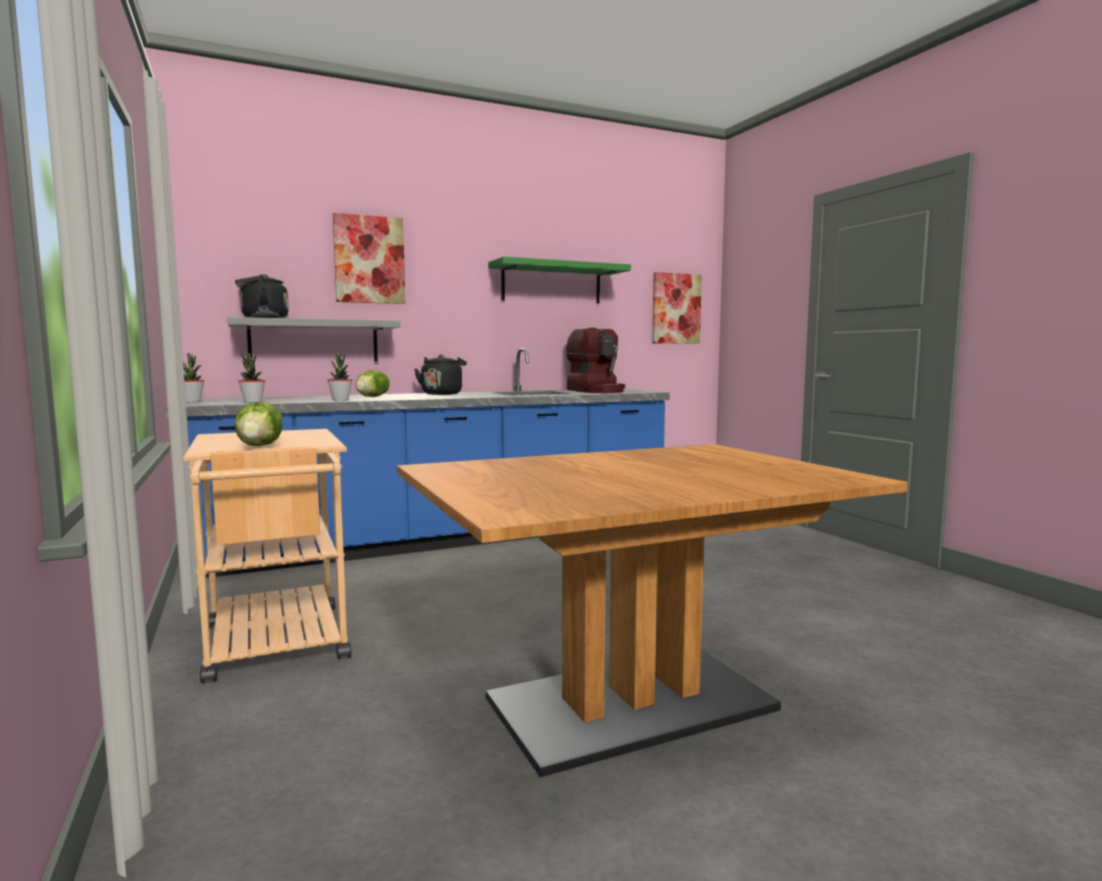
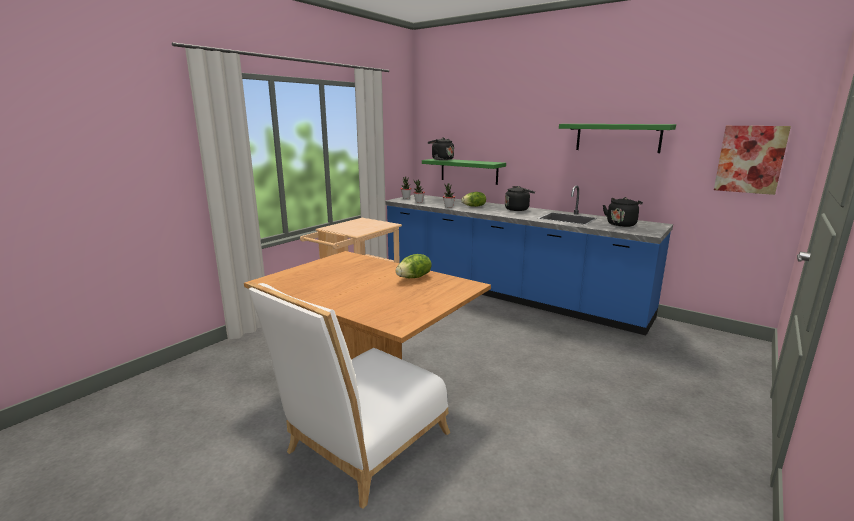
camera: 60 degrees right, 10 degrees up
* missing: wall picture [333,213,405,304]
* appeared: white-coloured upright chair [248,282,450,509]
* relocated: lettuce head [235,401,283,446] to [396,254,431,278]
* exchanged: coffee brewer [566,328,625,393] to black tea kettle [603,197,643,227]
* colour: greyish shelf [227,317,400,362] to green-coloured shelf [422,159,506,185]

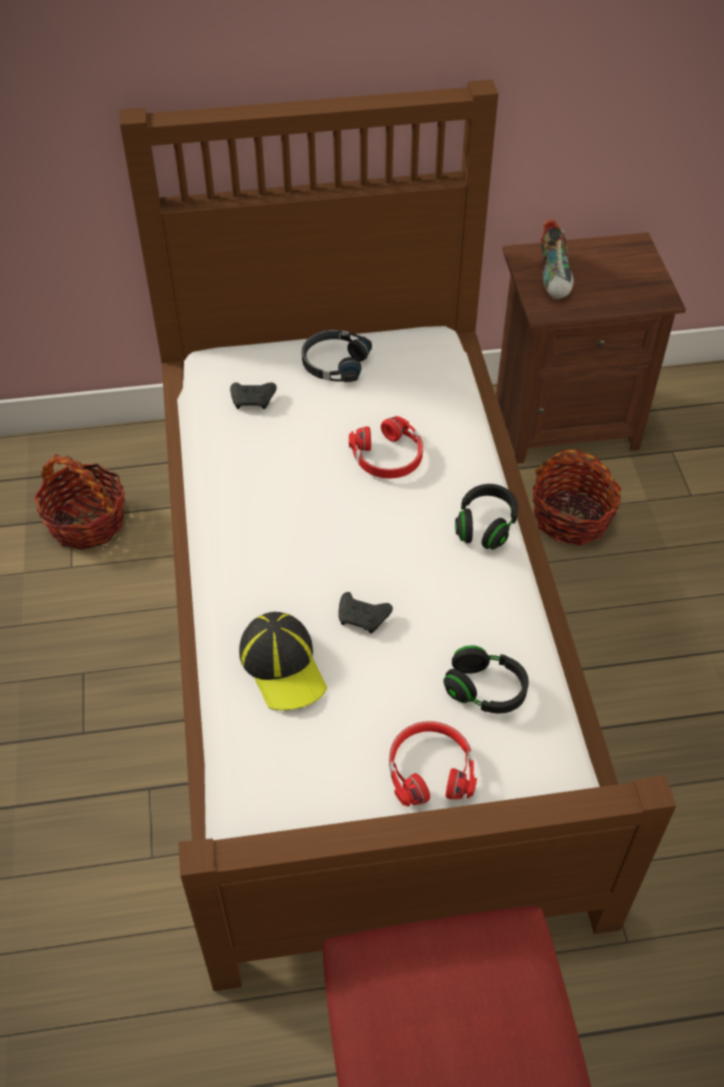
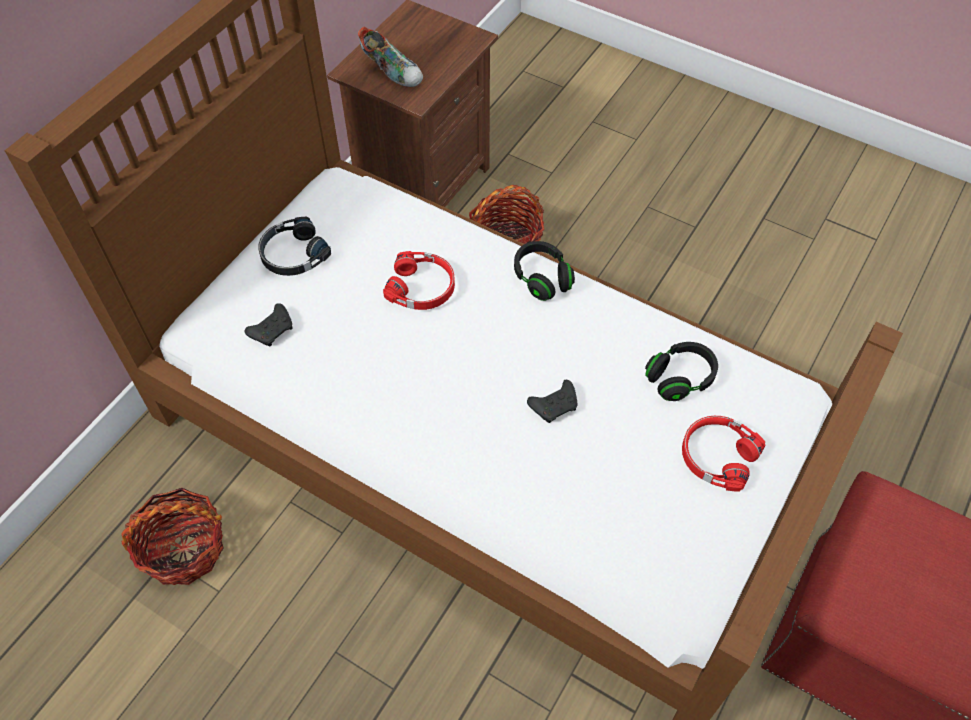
camera: 50 degrees left, 5 degrees up
* missing: peaked cap [239,612,327,711]

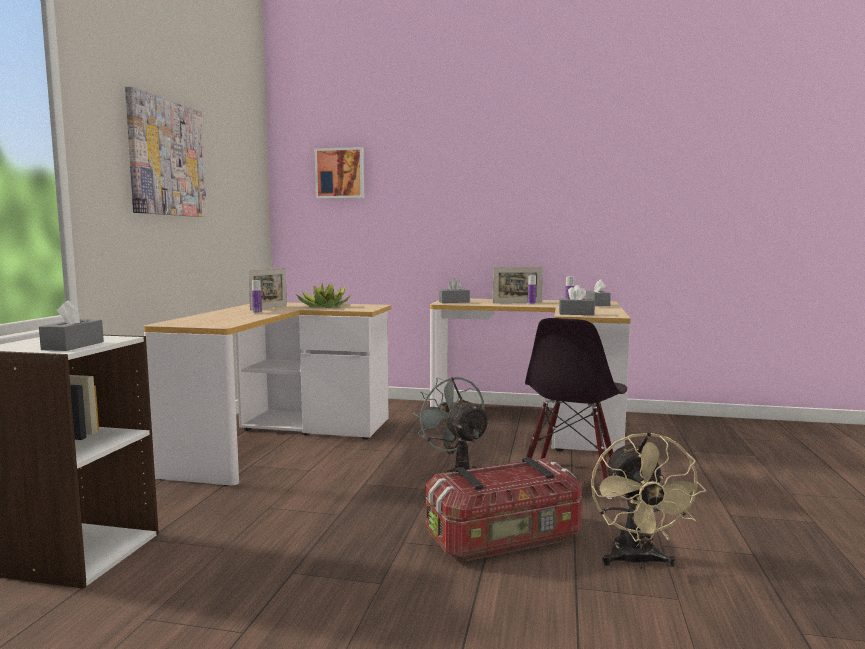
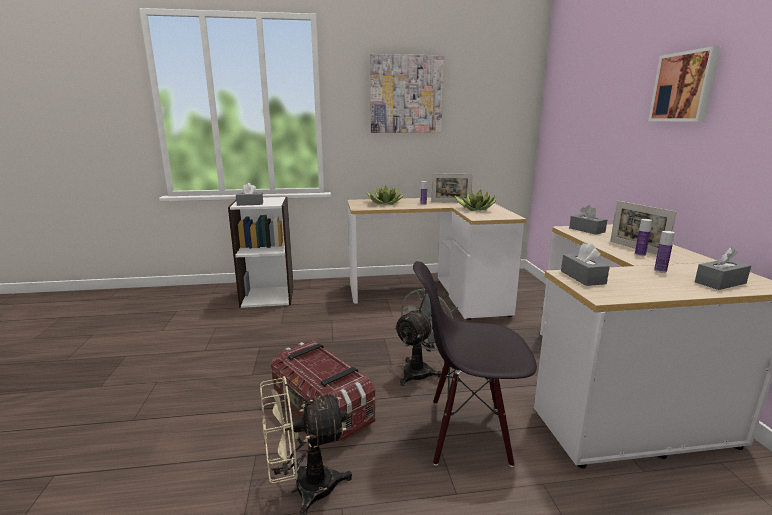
camera: 70 degrees right, 10 degrees up
* appeared: potted plant [366,184,405,205]
* relocated: wall picture [315,147,364,199] to [648,46,721,122]

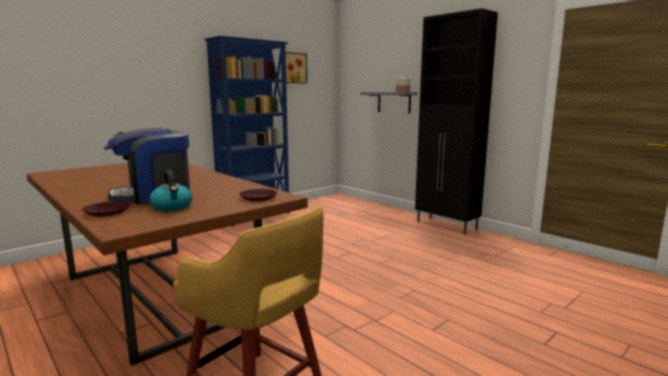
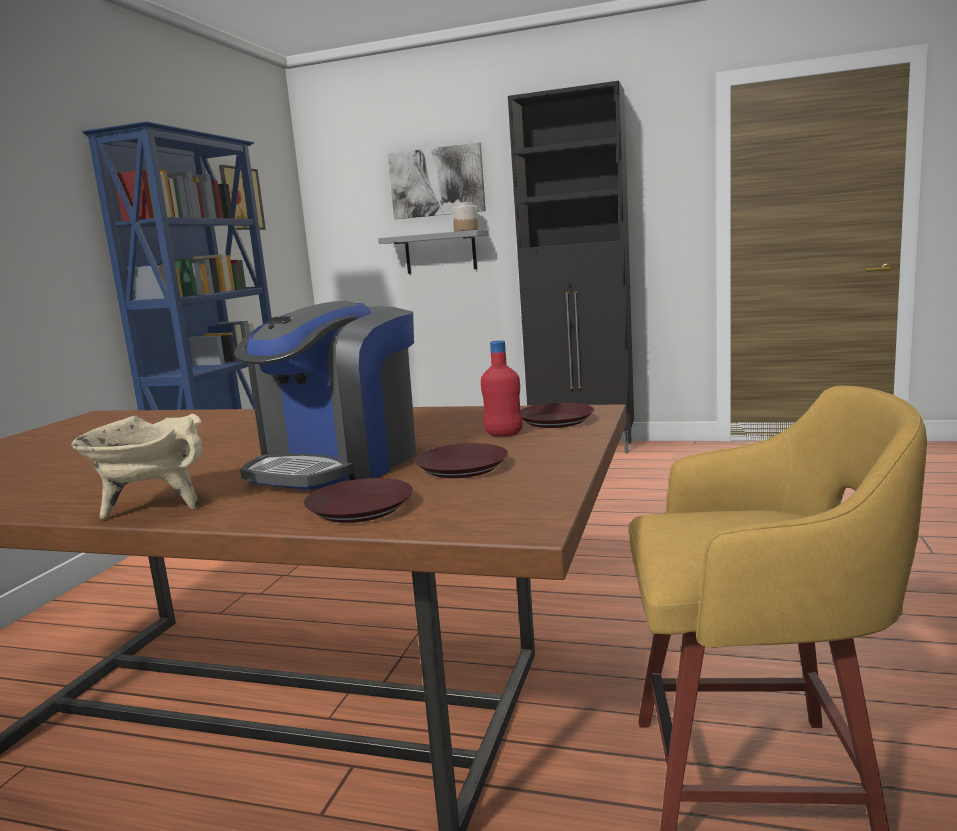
camera: 30 degrees left, 0 degrees up
* appeared: sand-coloured saucepot [72,414,203,519]
* appeared: wall picture [388,142,486,219]
* appeared: red beverage bottle [481,340,523,436]
* exchanged: tea kettle [149,169,192,211] to brown-coloured plate [414,443,508,478]

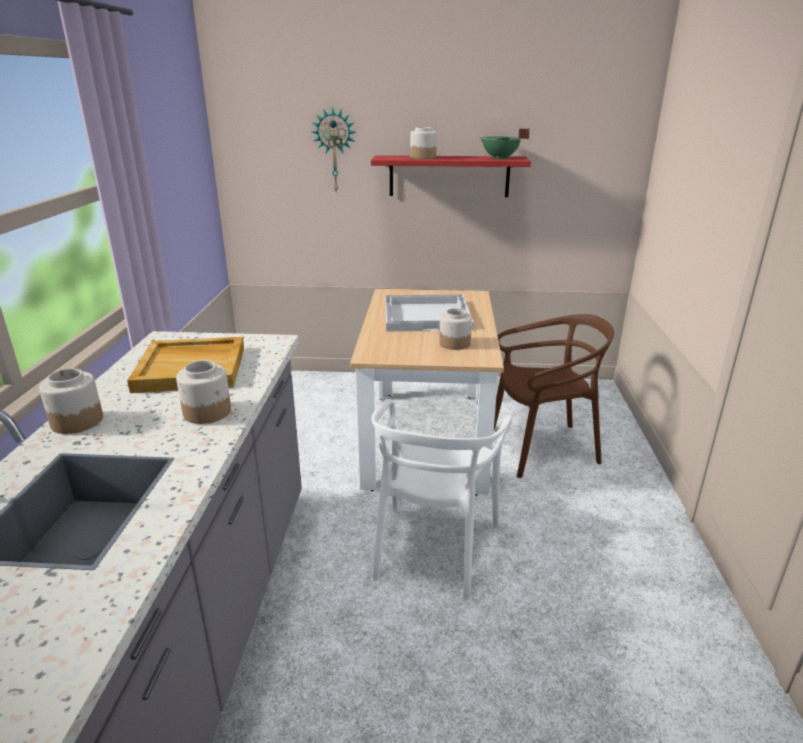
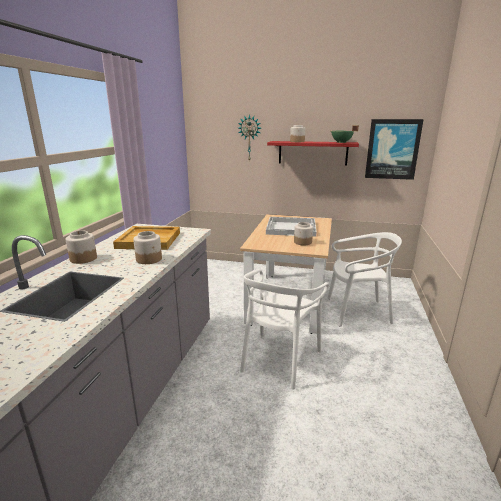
camera: 10 degrees right, 5 degrees down
* appeared: wall picture [365,119,424,180]
* colour: brown-coloured upright chair [494,314,614,478] to white-coloured upright chair [327,232,402,327]

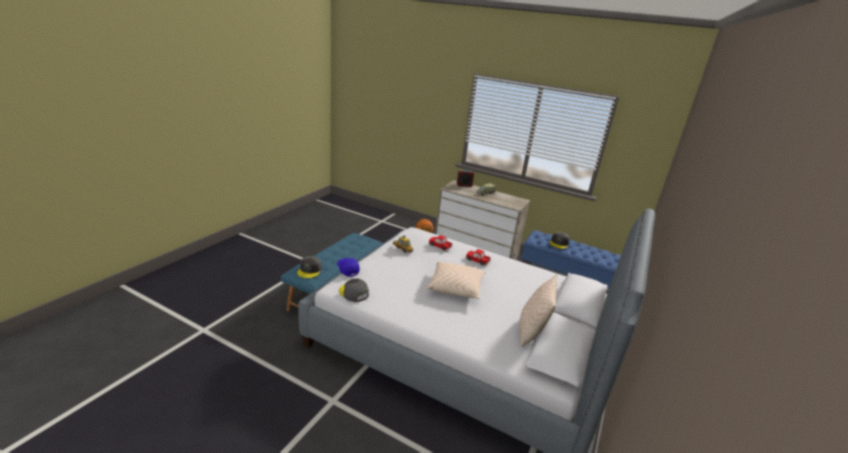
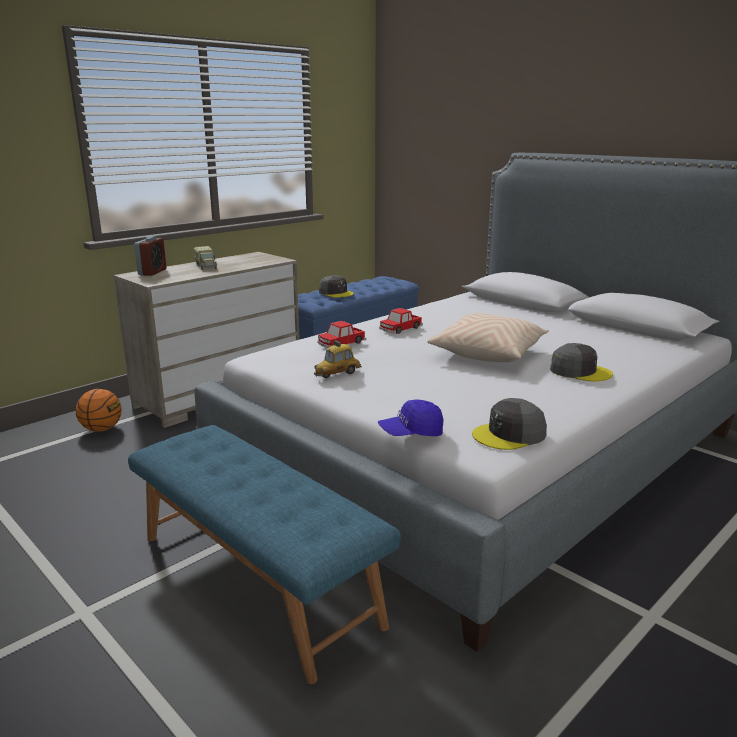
camera: 70 degrees left, 5 degrees down
* missing: sand-coloured pillow [520,274,557,347]
* relocated: greyish peaked cap [297,256,322,278] to [550,343,613,381]

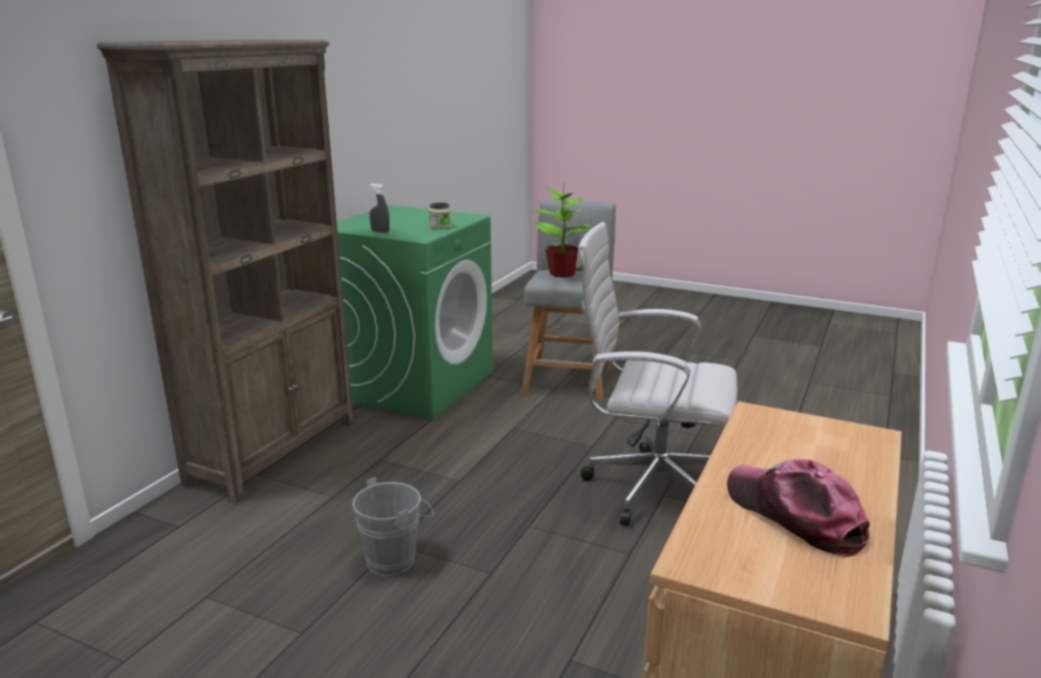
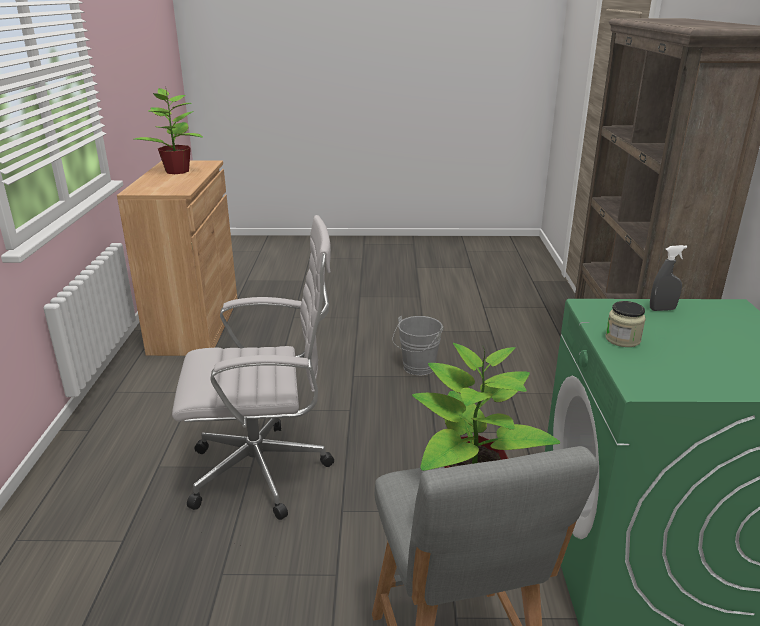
camera: 155 degrees right, 5 degrees up
* exchanged: peaked cap [727,459,870,557] to potted plant [135,86,203,174]

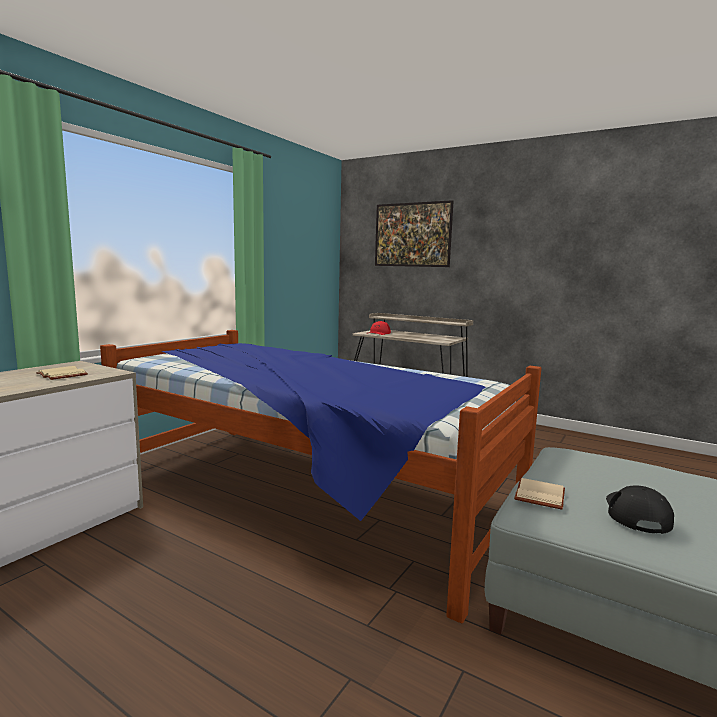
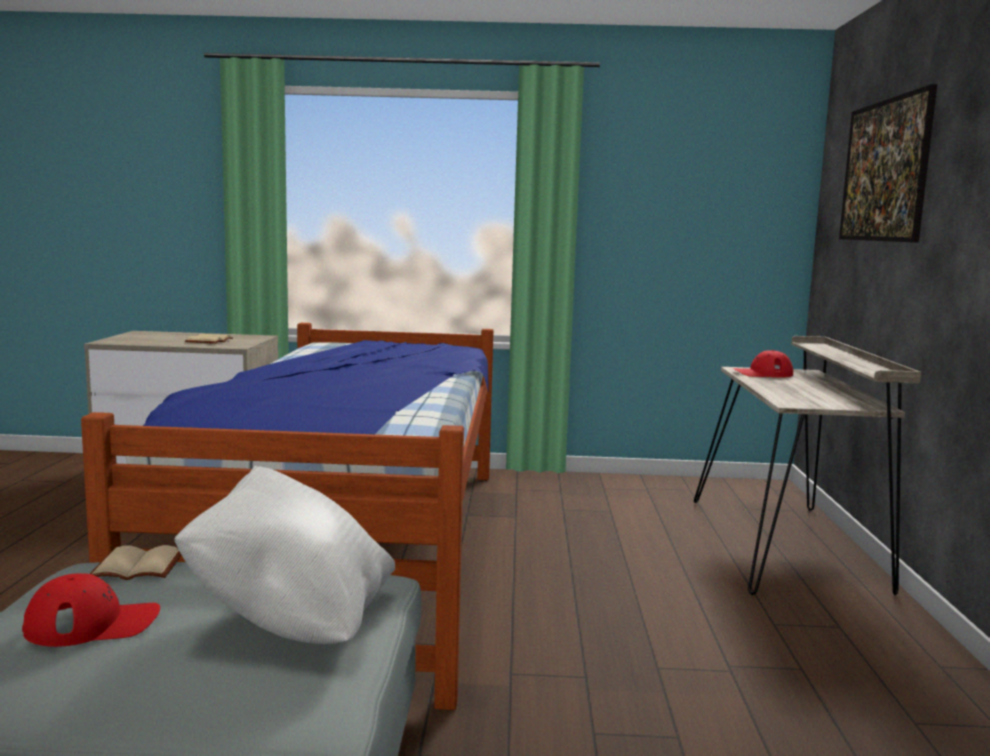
camera: 60 degrees right, 0 degrees up
* appeared: white-coloured pillow [174,466,395,644]
* colour: black peaked cap [606,486,674,534] to red peaked cap [22,573,160,647]

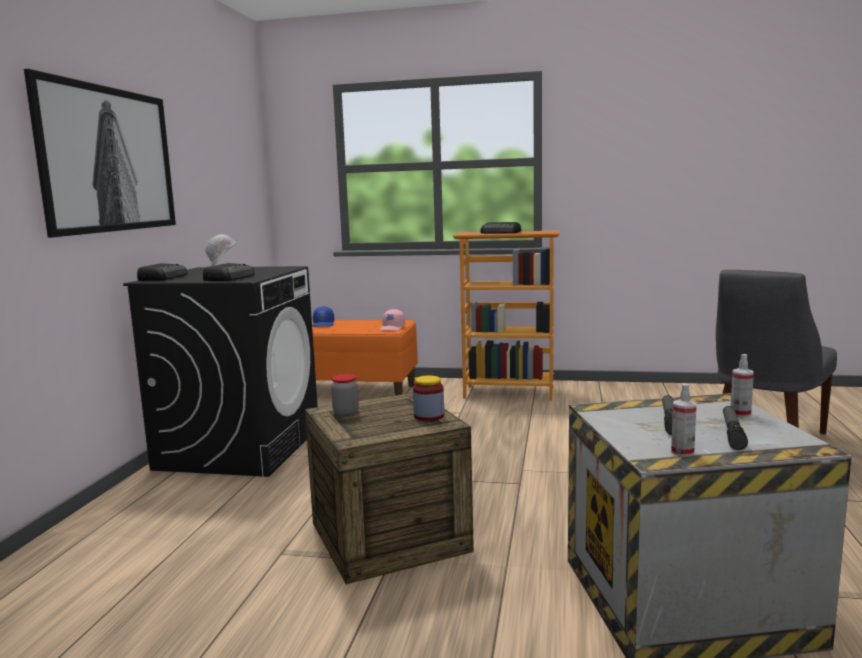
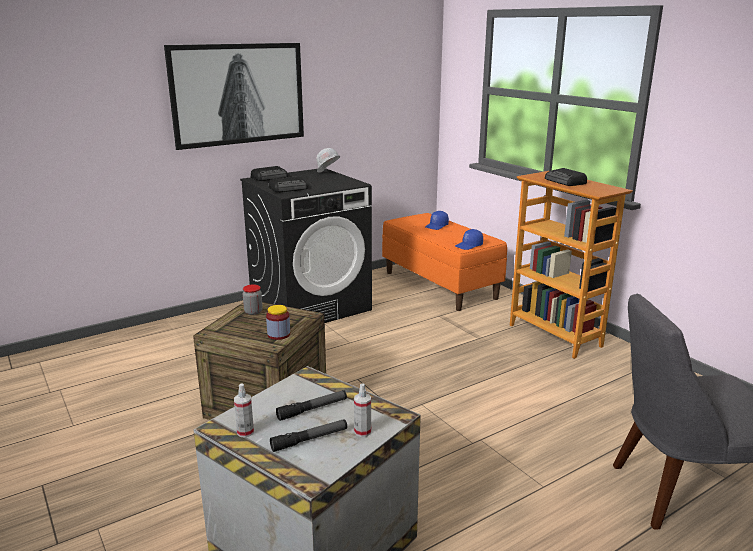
camera: 45 degrees right, 10 degrees up
* colour: pink peaked cap [380,309,405,331] to blue peaked cap [455,229,483,250]

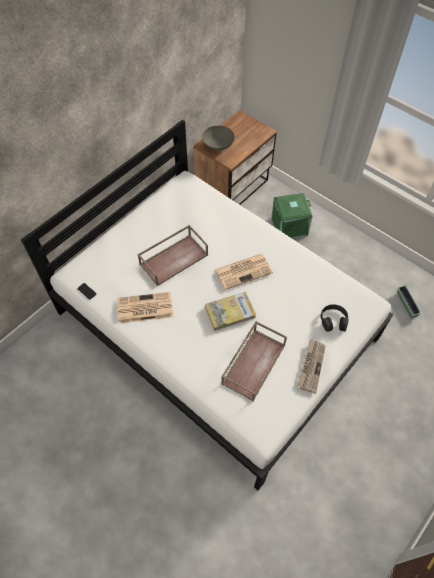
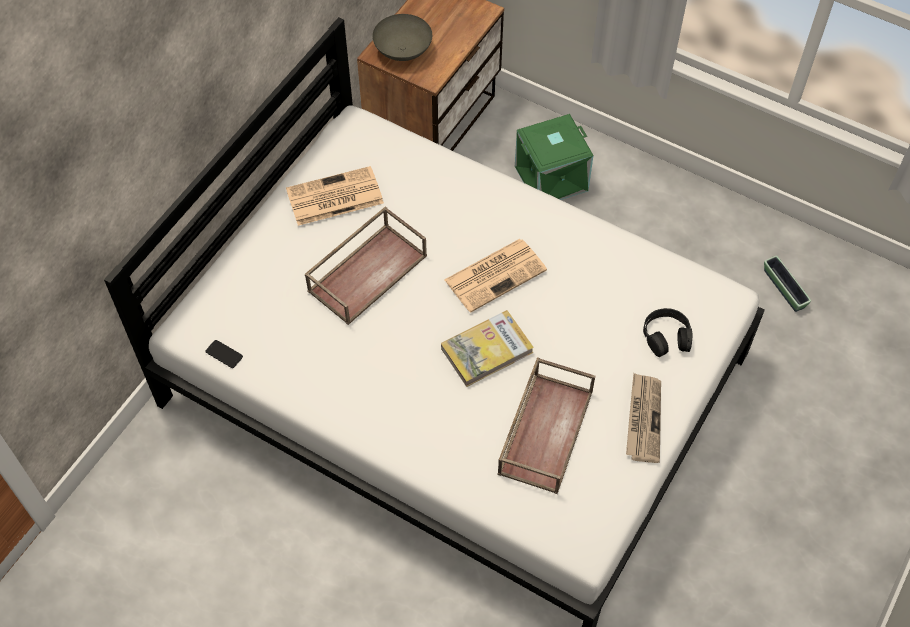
camera: 10 degrees left, 0 degrees up
* relocated: printed paper [117,292,173,323] to [286,166,384,226]

